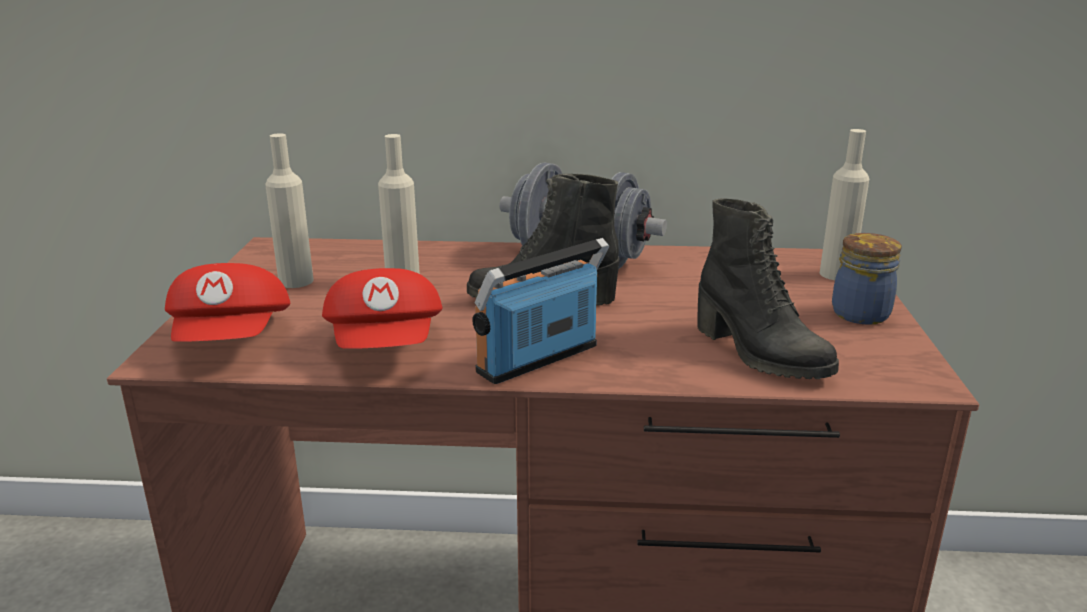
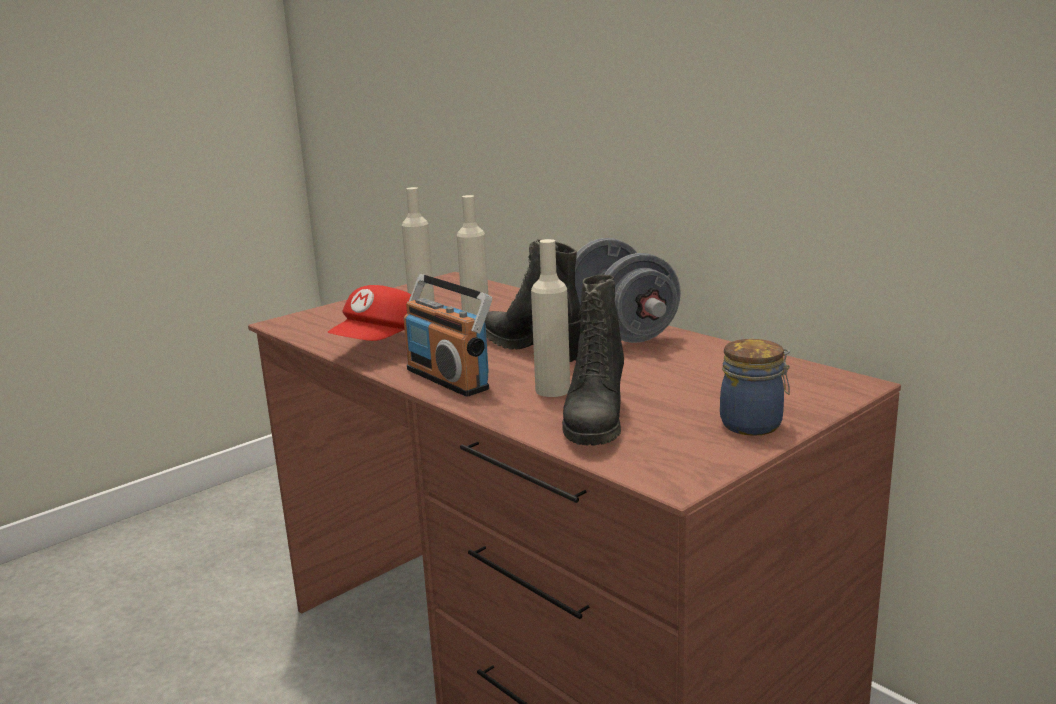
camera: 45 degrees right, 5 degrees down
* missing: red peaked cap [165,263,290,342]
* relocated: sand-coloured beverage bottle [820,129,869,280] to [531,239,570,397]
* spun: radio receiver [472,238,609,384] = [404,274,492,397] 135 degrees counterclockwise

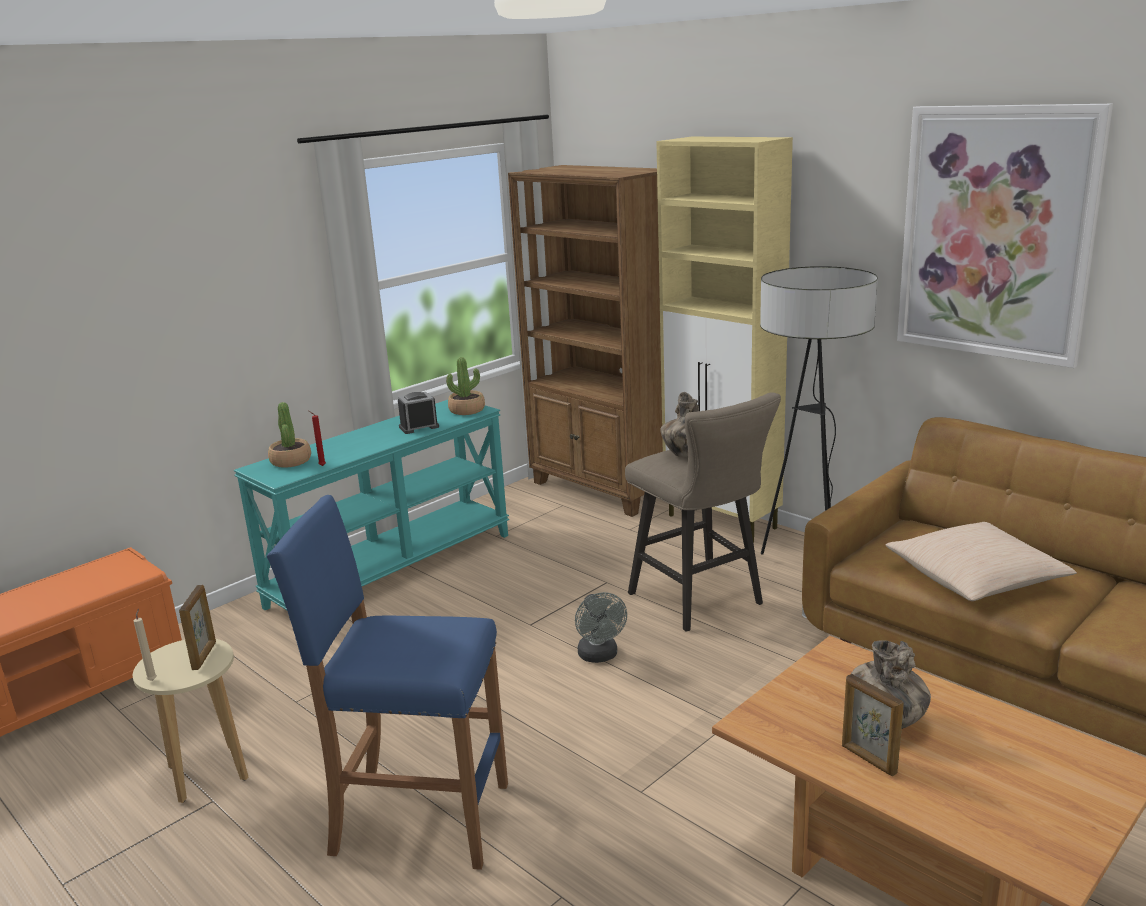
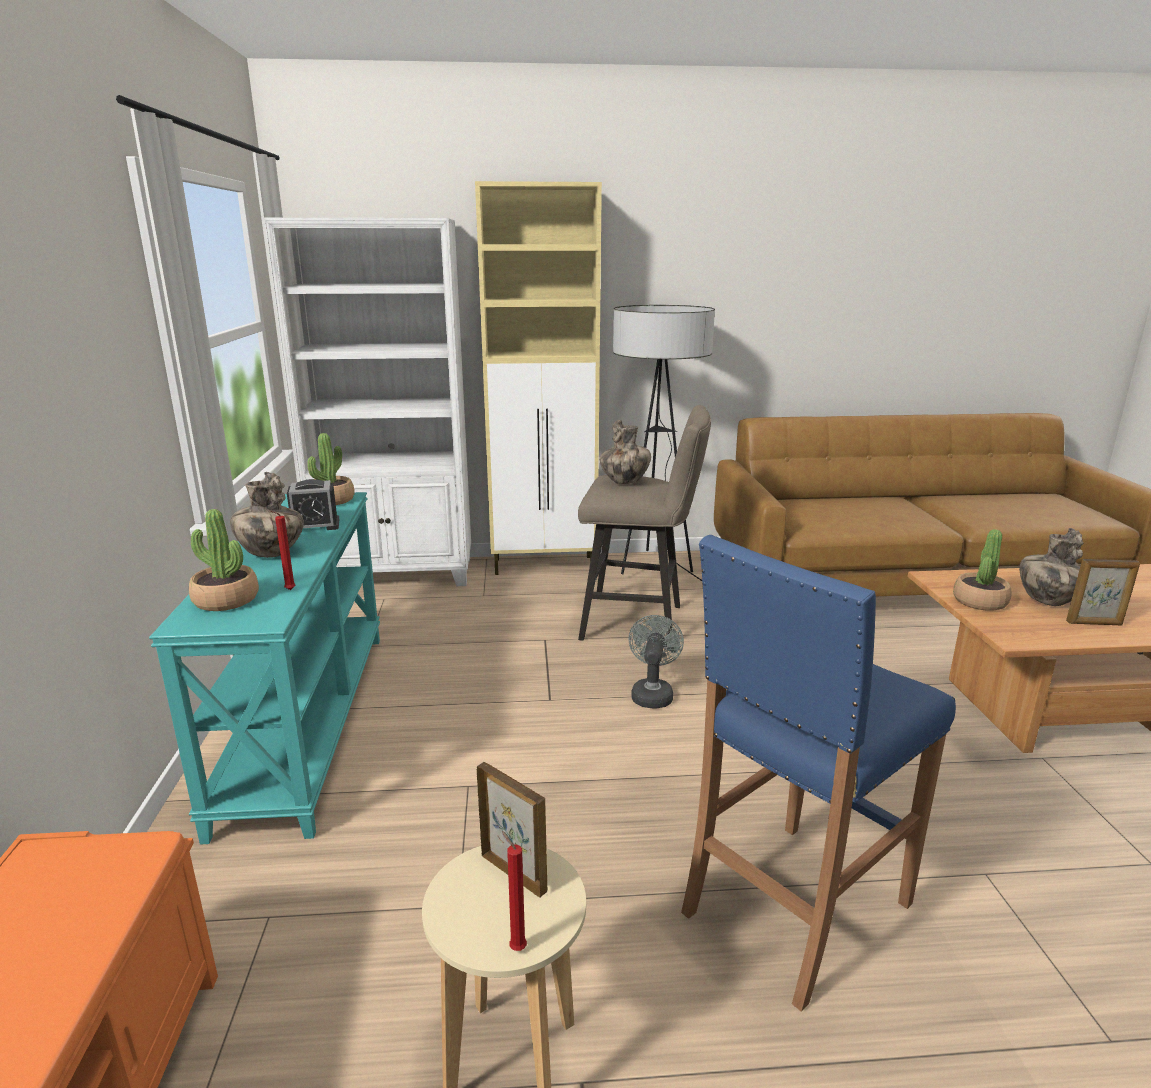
camera: 50 degrees left, 0 degrees up
* missing: sand-coloured pillow [886,522,1077,601]
* missing: wall picture [897,104,1113,368]
* appeared: decorative vase [230,472,304,558]
* appeared: potted plant [953,529,1012,611]
* colour: sand-coloured wax candle [134,608,157,681] to red wax candle [502,831,527,951]
* colour: brown-coloured bookshelf [508,165,663,517] to white-coloured bookshelf [264,218,471,586]
* spun: bedside clock [398,392,439,434] = [287,479,339,530] 120 degrees counterclockwise
* spun: greyish cooling fan [575,592,627,663] = [628,615,684,709] 105 degrees counterclockwise

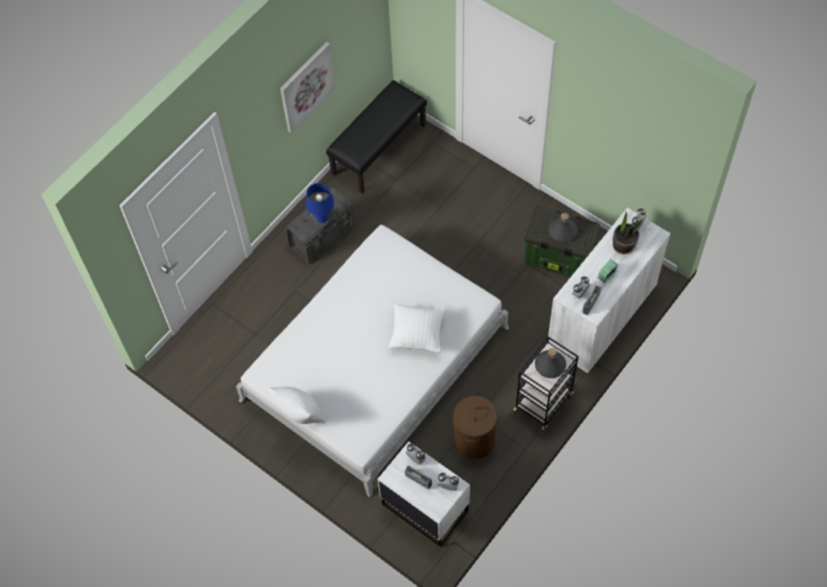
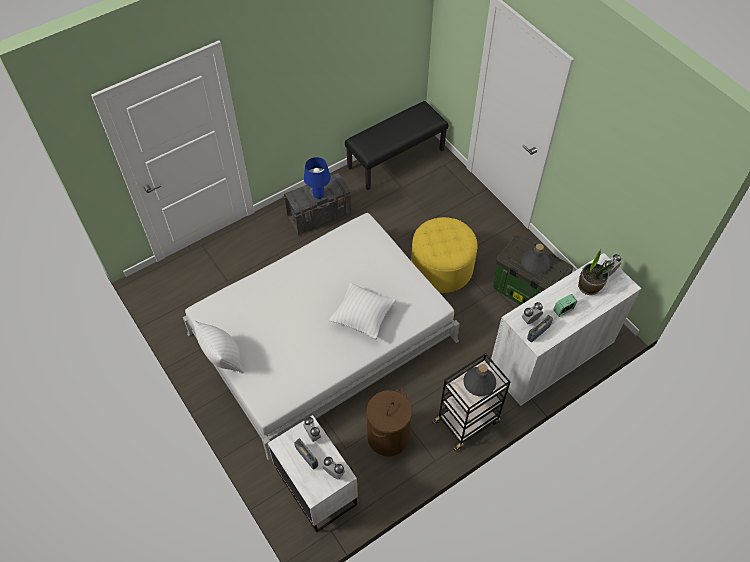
camera: 15 degrees right, 5 degrees down
* missing: wall picture [280,42,335,133]
* appeared: yellowish ottoman [411,217,477,293]

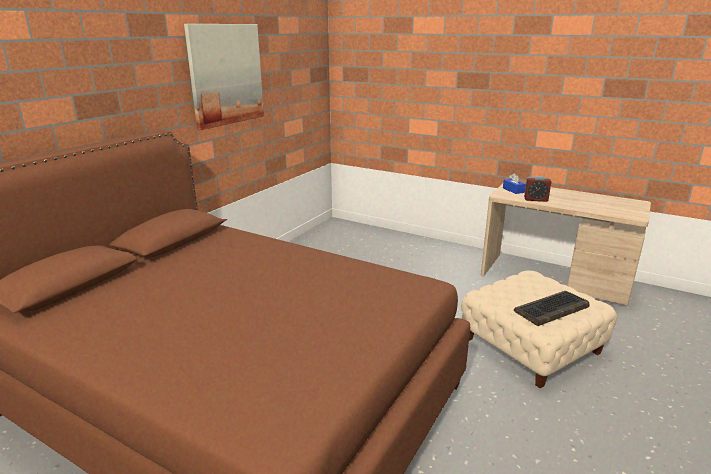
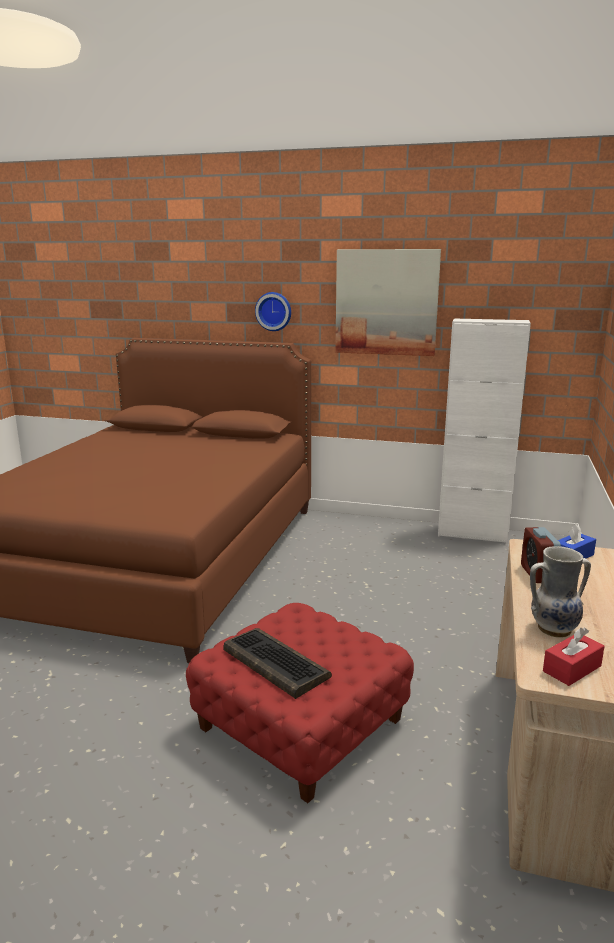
camera: 75 degrees right, 5 degrees down
* appeared: wall clock [255,292,291,331]
* appeared: white-coloured cabinet [438,318,531,544]
* appeared: decorative vase [530,546,591,638]
* appeared: red box of tissues [543,627,604,686]
* colour: sand-coloured ottoman [461,270,617,388] to red ottoman [186,603,414,803]

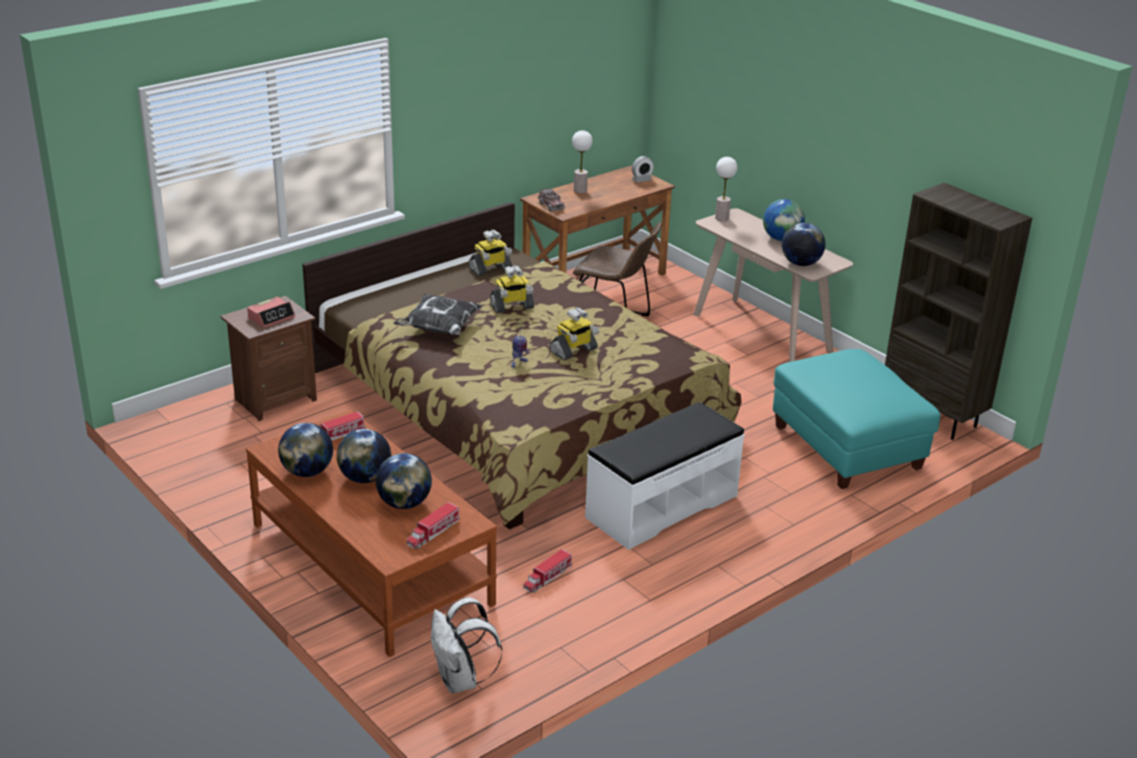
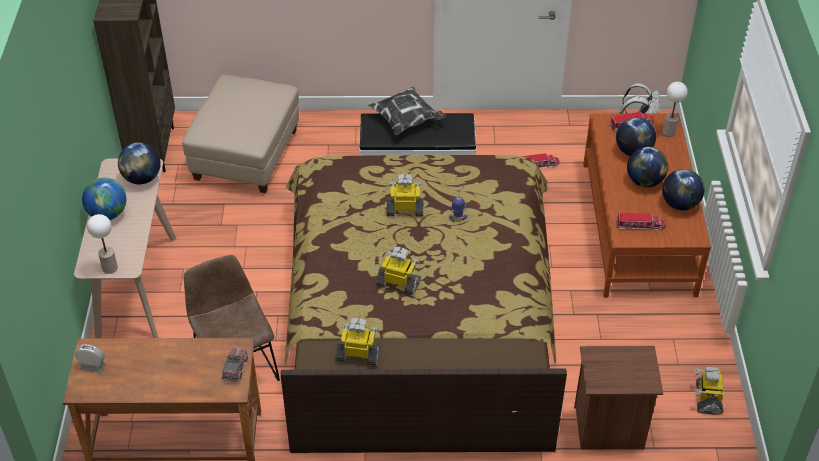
camera: 140 degrees left, 15 degrees up
* missing: bedside clock [247,297,295,328]
* appeared: toy robot [695,367,723,415]
* relocated: pillow [394,294,483,335] to [368,87,446,135]
* relocated: table lamp [572,130,593,194] to [662,82,688,137]
* colour: turquoise-coloured ottoman [773,349,941,489] to sand-coloured ottoman [182,75,299,193]

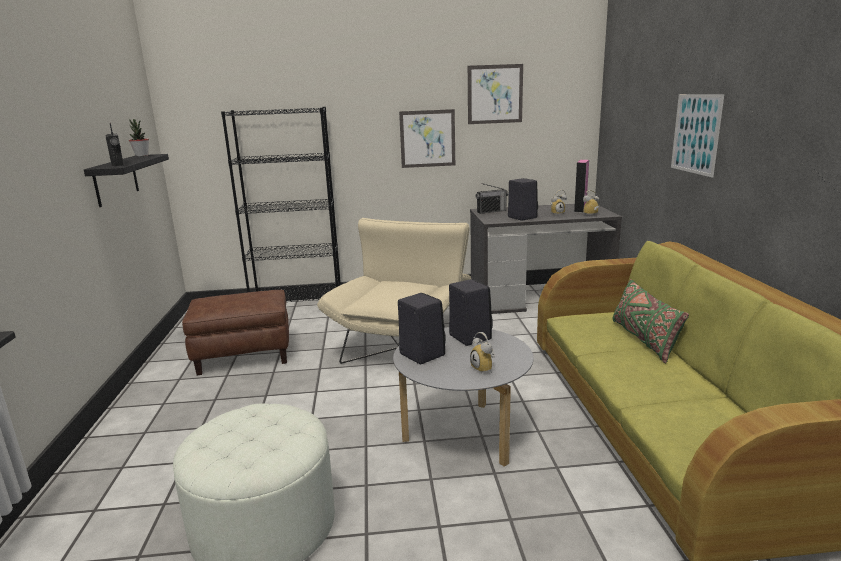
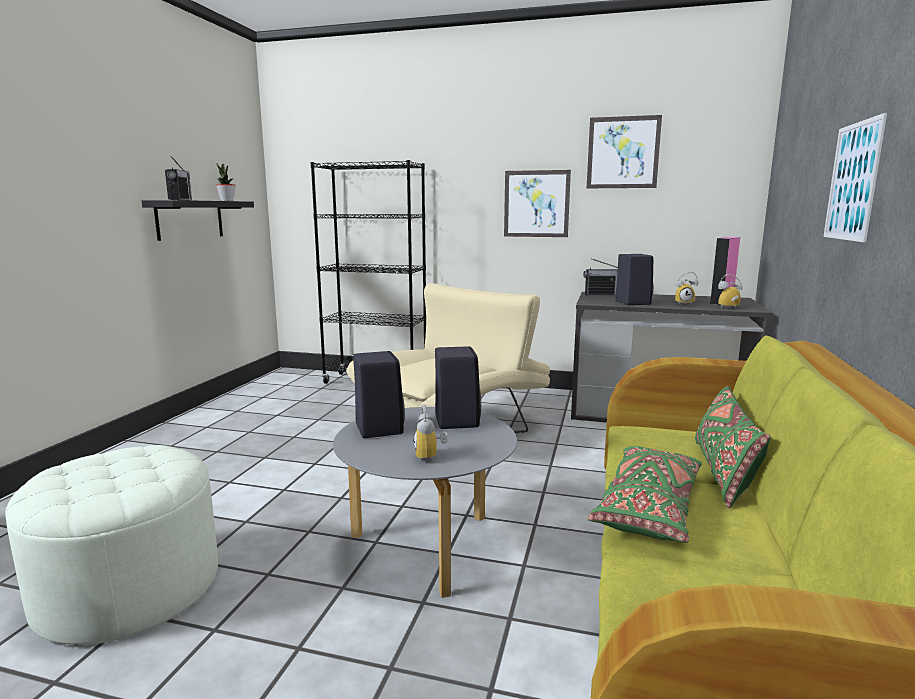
camera: 20 degrees right, 5 degrees down
* missing: brown-coloured ottoman [182,290,289,375]
* appeared: green-coloured pillow [587,446,702,543]

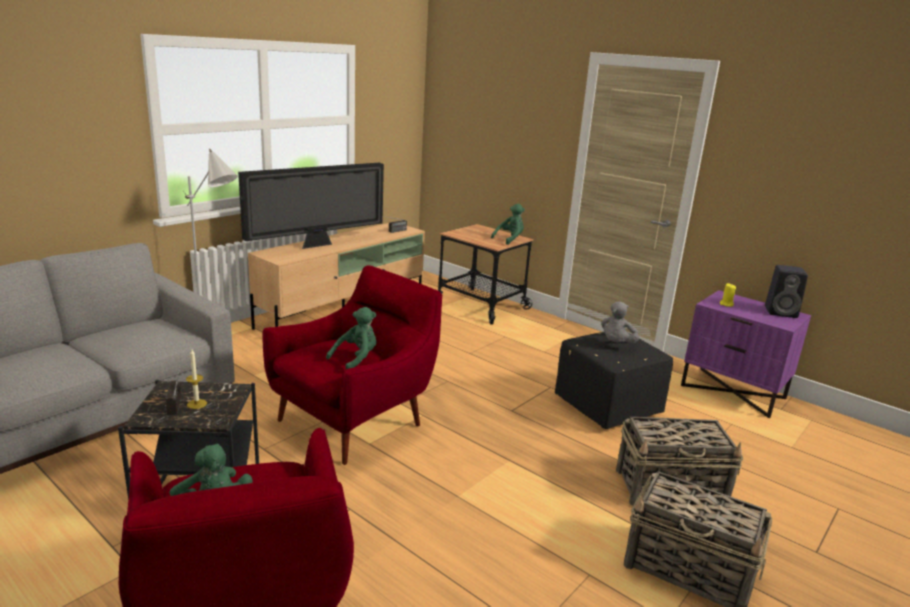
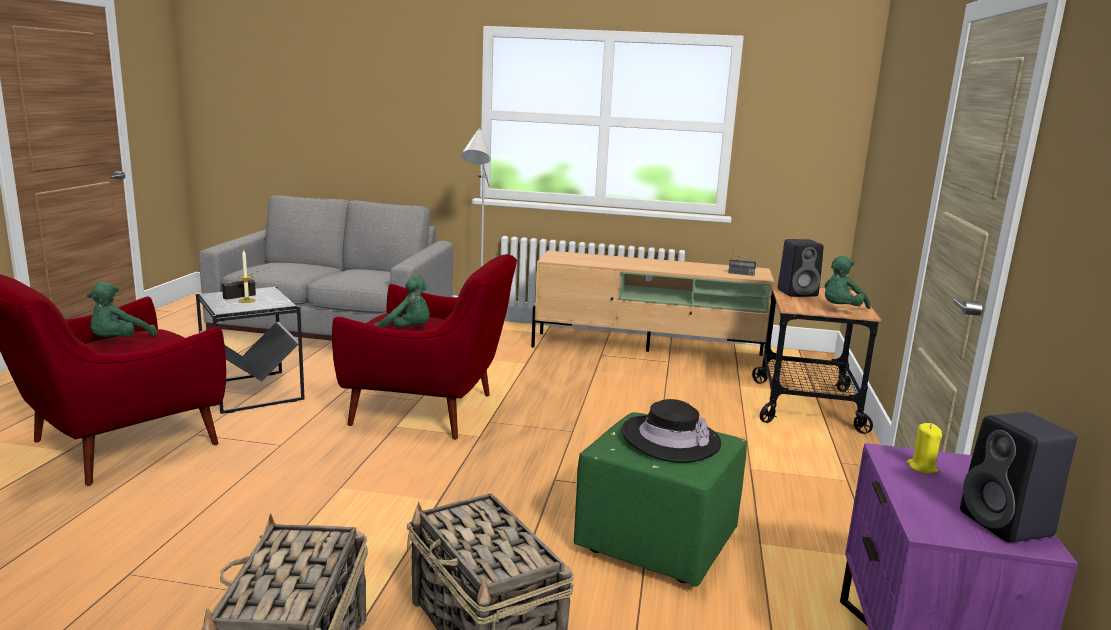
camera: 60 degrees right, 5 degrees down
* missing: TV [238,163,384,249]
* appeared: black audio speaker [777,239,824,297]
* exchanged: greyish soft toy [601,302,639,344] to black hat [622,399,721,463]
* colour: black ottoman [555,332,673,429] to green-coloured ottoman [574,412,747,586]
* spun: green-coloured soft toy [491,204,525,245] = [825,256,870,309] 120 degrees clockwise

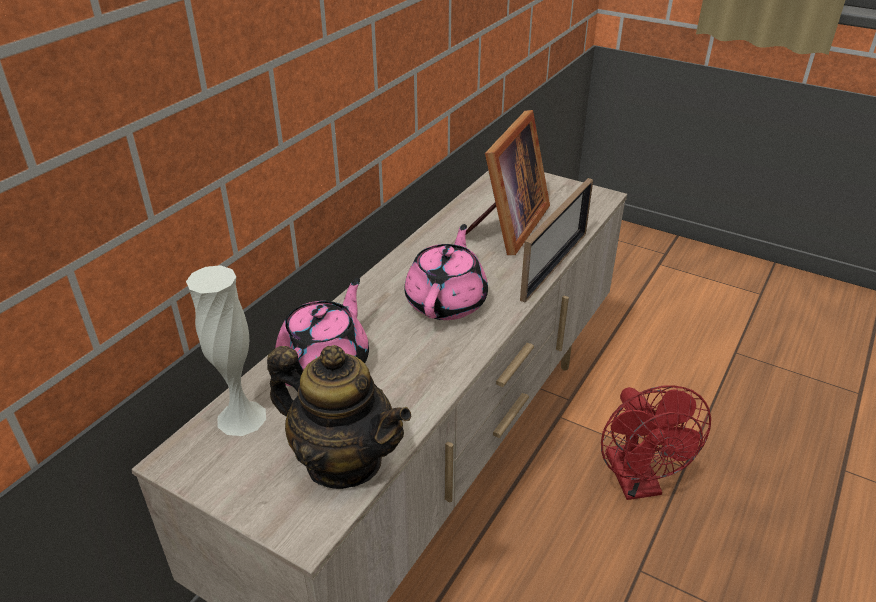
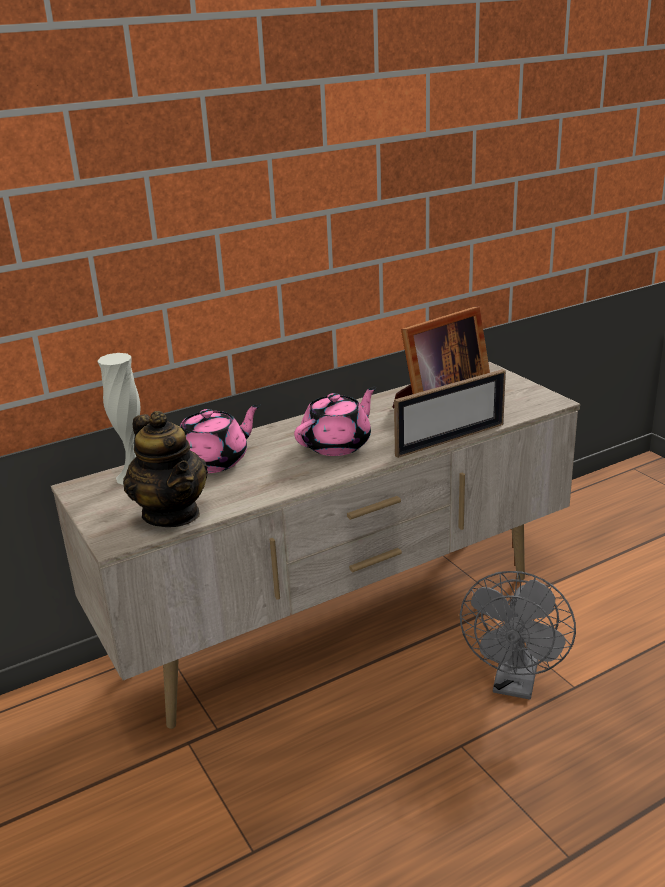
camera: 30 degrees right, 10 degrees down
* colour: red cooling fan [601,386,711,500] to greyish cooling fan [460,571,576,699]

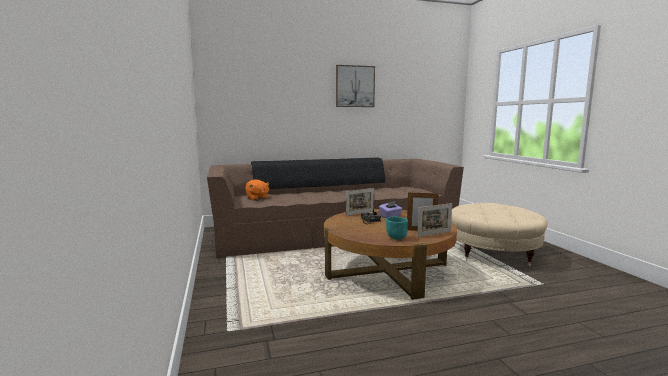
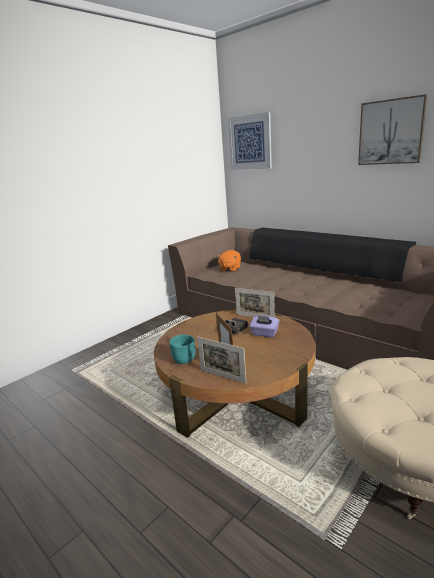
camera: 60 degrees right, 10 degrees up
* appeared: wall picture [228,112,272,170]

